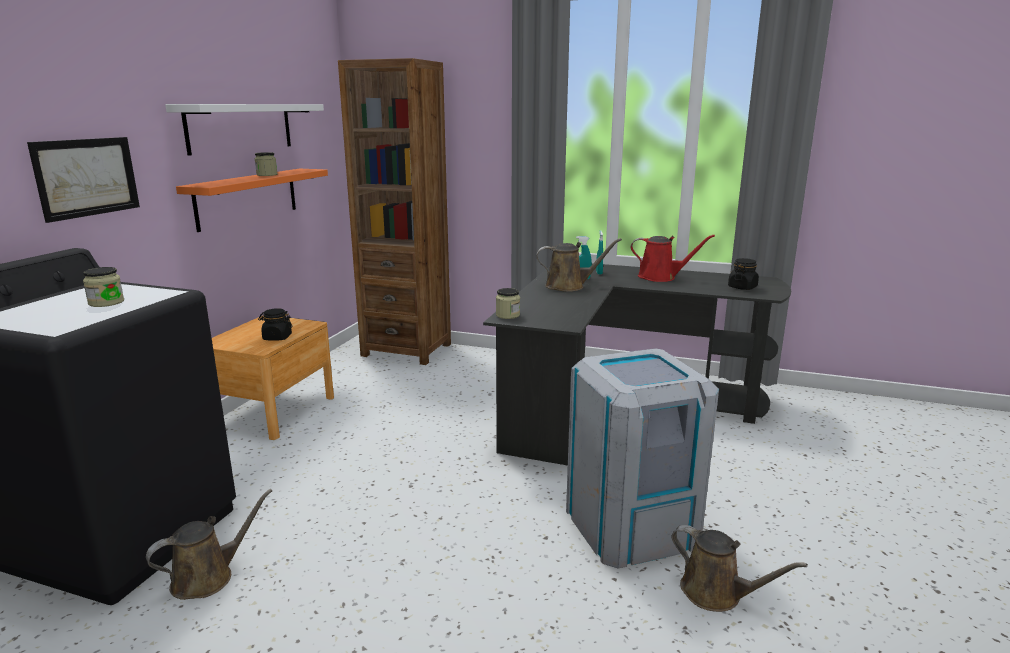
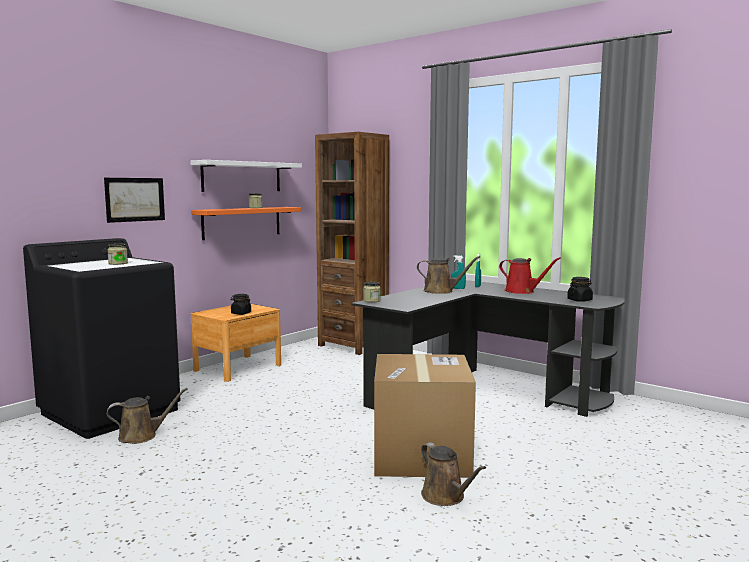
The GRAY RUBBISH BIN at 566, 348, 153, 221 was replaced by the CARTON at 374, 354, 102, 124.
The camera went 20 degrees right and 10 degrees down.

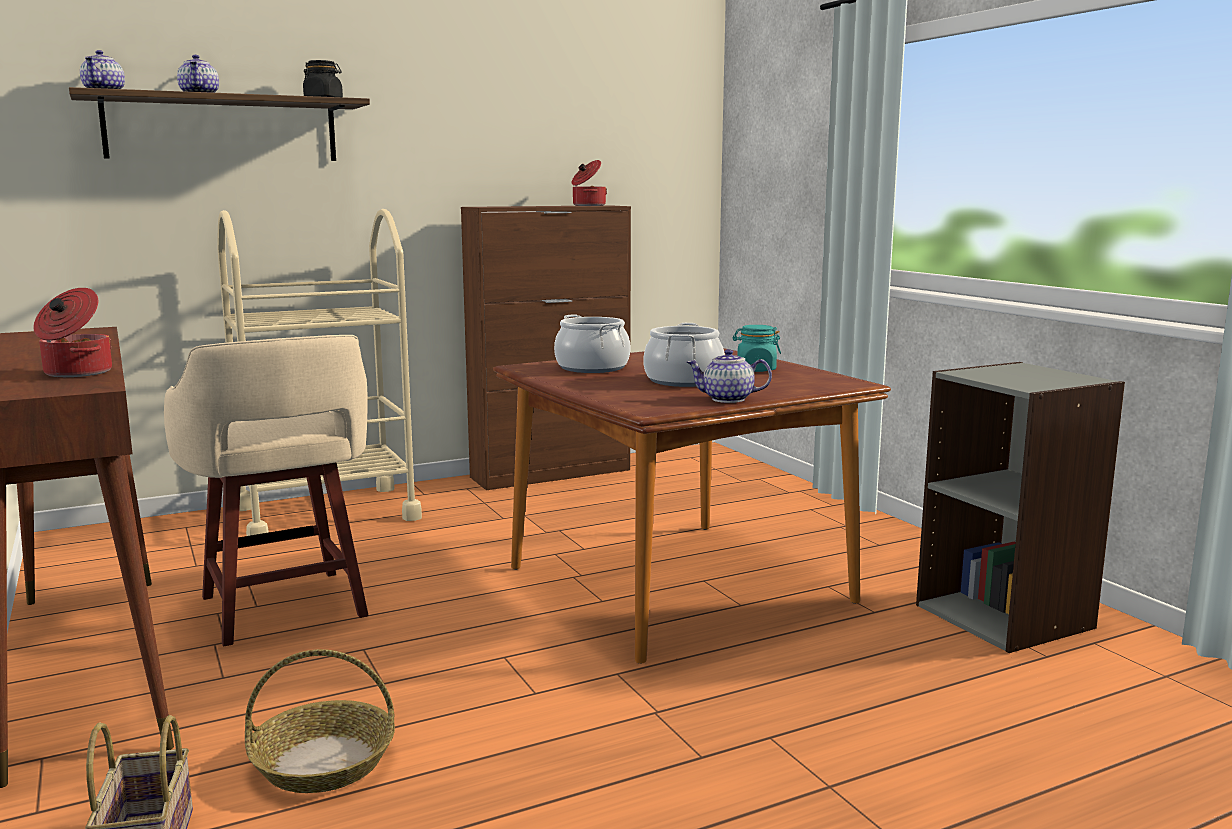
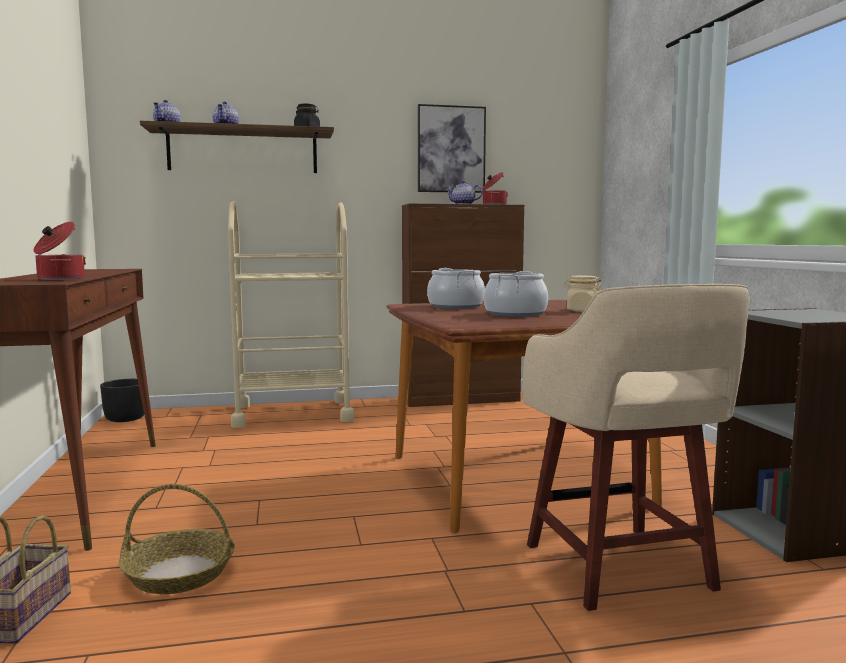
The BLACK PLANTER at 100, 379, 44, 43 appeared.
The PICTURE at 418, 104, 68, 89 appeared.
The BEIGE STOOL moved from 164, 335, 204, 311 to 522, 284, 228, 327.
The TEAPOT moved from 686, 349, 86, 54 to 445, 181, 37, 23.
The TURQUOISE JAR at 732, 325, 49, 47 became the BEIGE JAR at 563, 276, 39, 36.
The camera went 15 degrees right and 5 degrees down.

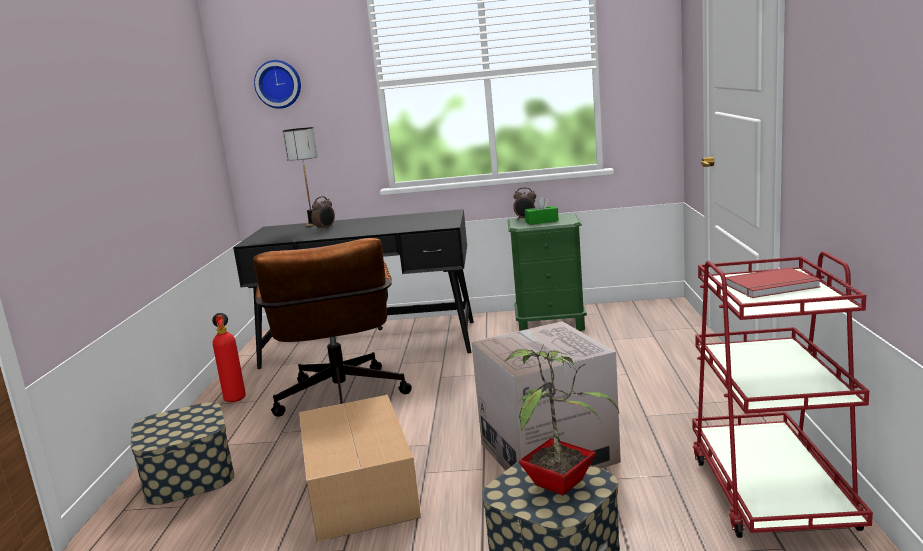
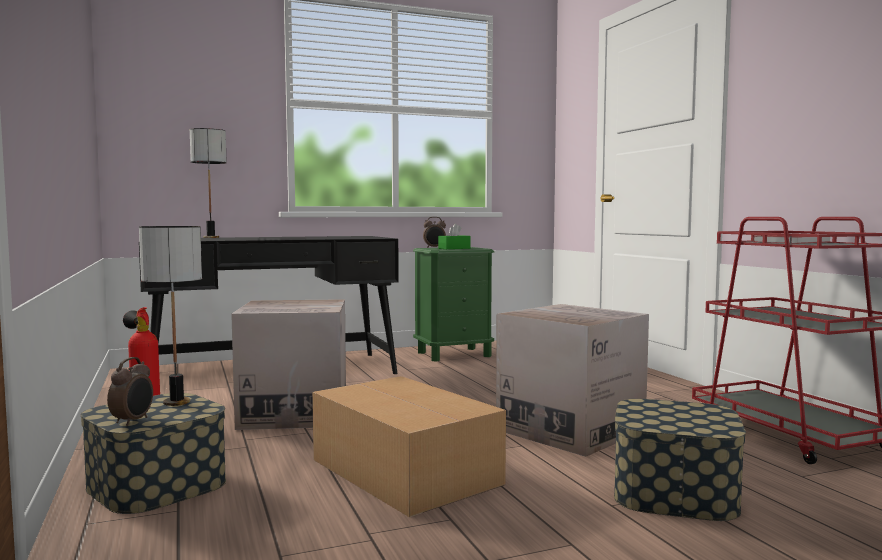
The WALL CLOCK at 254, 60, 47, 49 disappeared.
The PLANT IN A POT at 503, 344, 116, 151 disappeared.
The LAMP FOR A TABLE at 139, 226, 63, 180 appeared.
The ALARM CLOCK moved from 311, 196, 24, 35 to 107, 357, 46, 69.
The BROWNISH COMPUTER CHAIR at 253, 238, 159, 179 was replaced by the CARTON at 231, 299, 115, 131.
The camera went 25 degrees left and 10 degrees down.

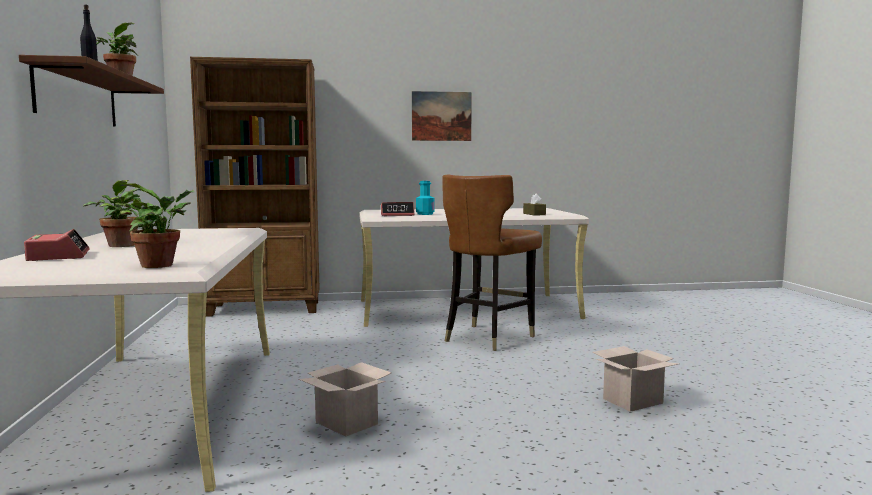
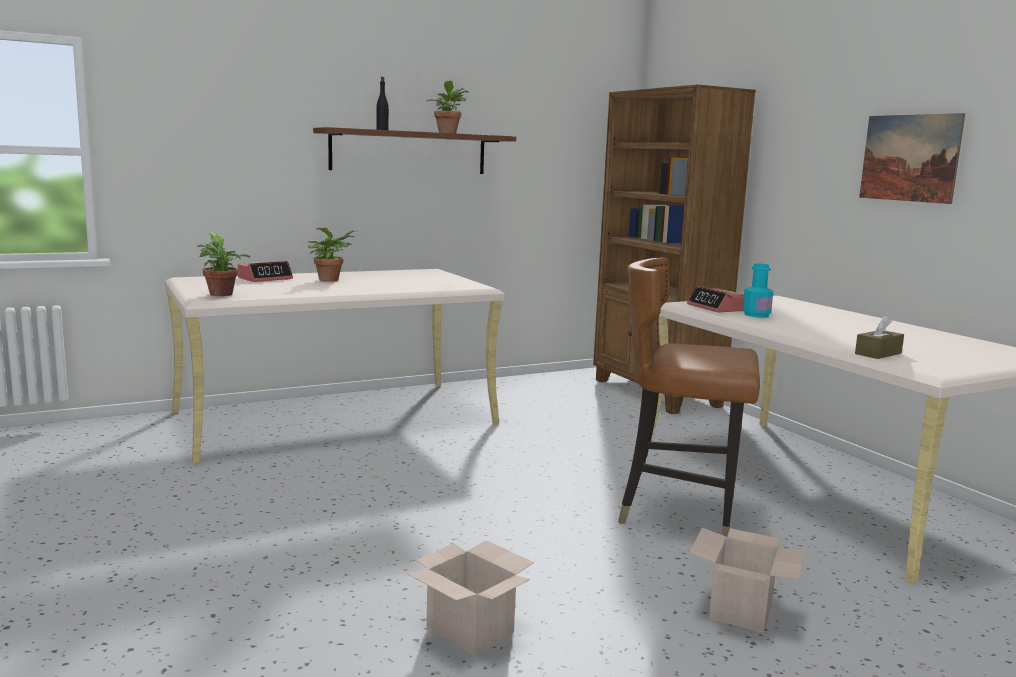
The CARTON moved from 298, 362, 94, 75 to 689, 528, 116, 105.
The camera went 70 degrees right and 5 degrees up.

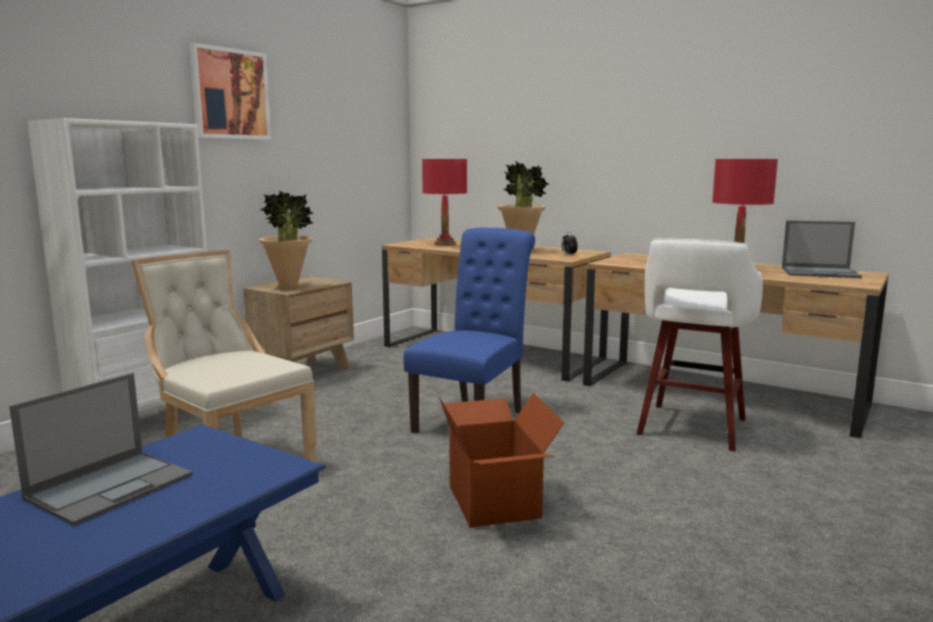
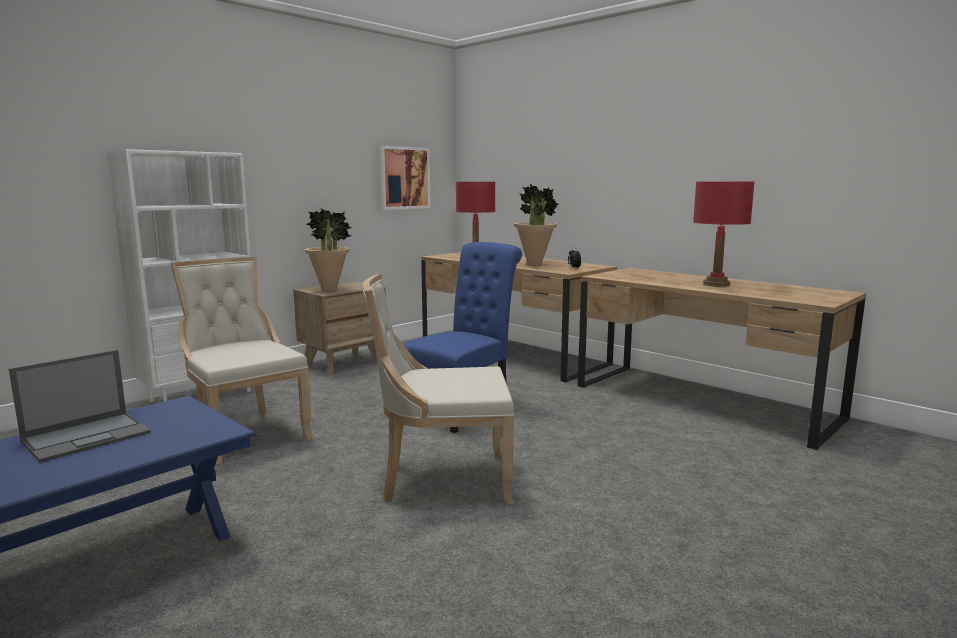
The WHITISH STOOL at 637, 238, 126, 213 disappeared.
The NOTEBOOK COMPUTER at 782, 221, 80, 57 disappeared.
The PICTURE moved from 189, 43, 82, 97 to 379, 146, 52, 64.
The CARTON at 439, 393, 125, 135 was replaced by the BEIGE UPRIGHT CHAIR at 362, 274, 152, 230.
The camera went 10 degrees right and 0 degrees up.

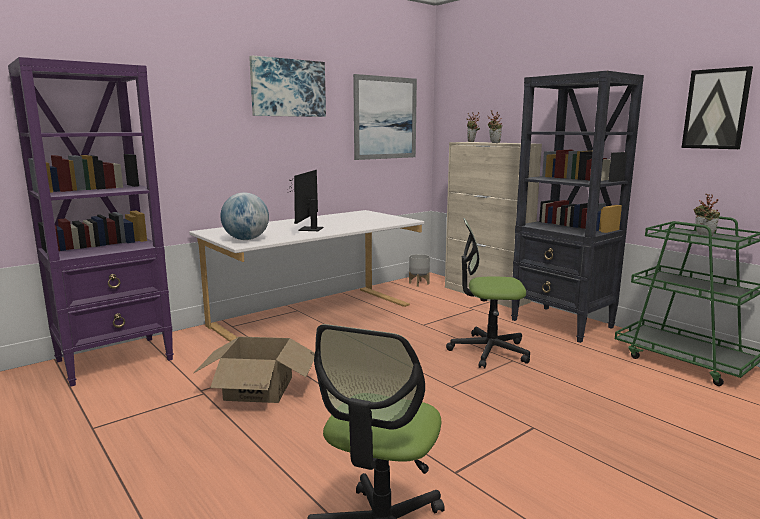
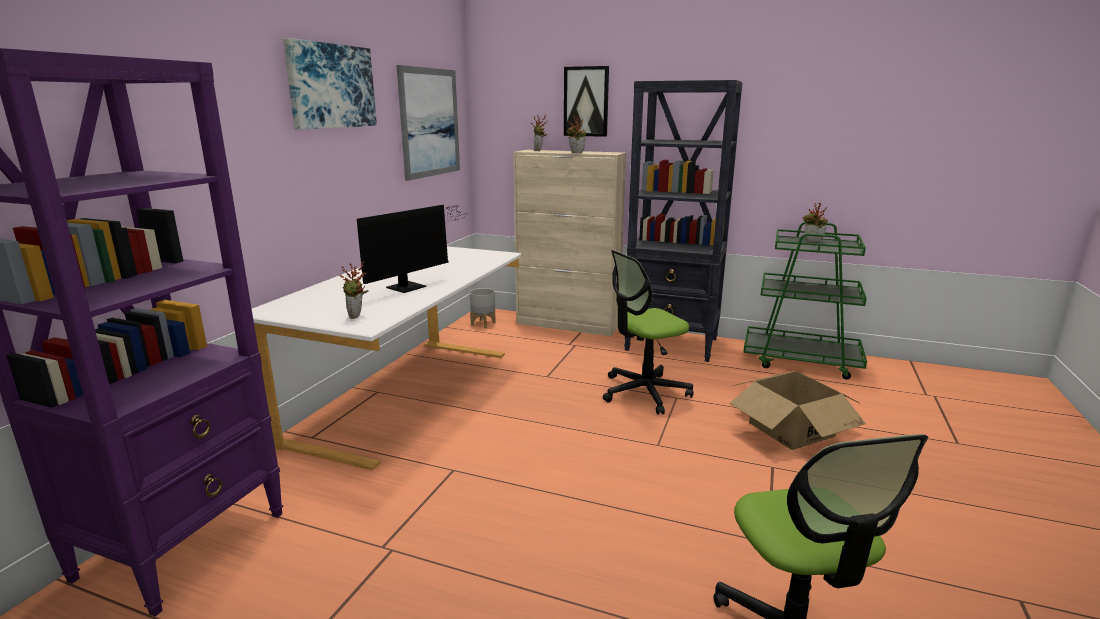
The CARTON moved from 194, 337, 121, 66 to 730, 371, 136, 79.
The PICTURE moved from 682, 66, 71, 83 to 564, 66, 45, 71.
The DESK GLOBE at 220, 193, 49, 47 was replaced by the PLANT IN A POT at 339, 262, 30, 57.
The MONITOR at 287, 170, 37, 61 turned 120 degrees counterclockwise.
The camera went 30 degrees left and 5 degrees up.

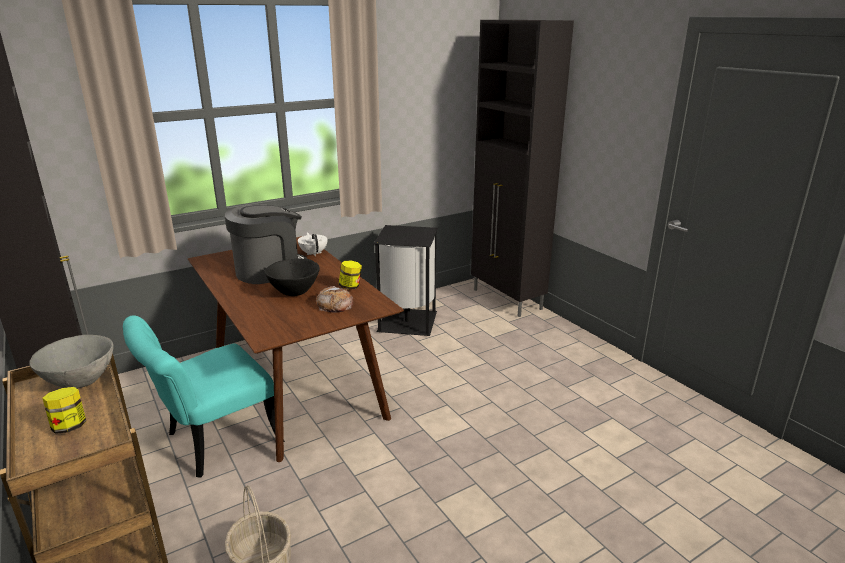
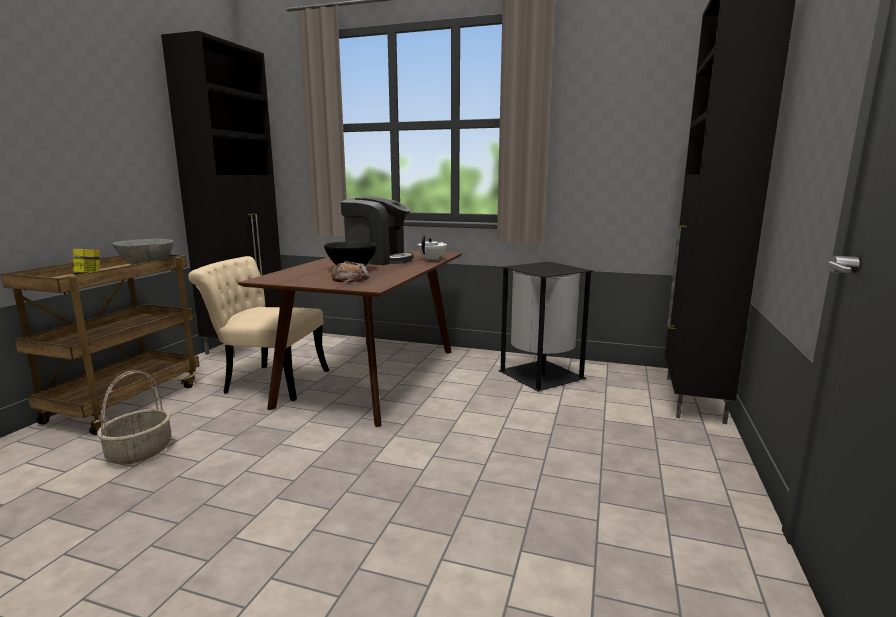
The JAR at 339, 261, 23, 29 disappeared.
The TURQUOISE UPRIGHT CHAIR at 123, 315, 162, 163 became the BEIGE UPRIGHT CHAIR at 188, 256, 141, 145.
The camera went 50 degrees right and 10 degrees down.

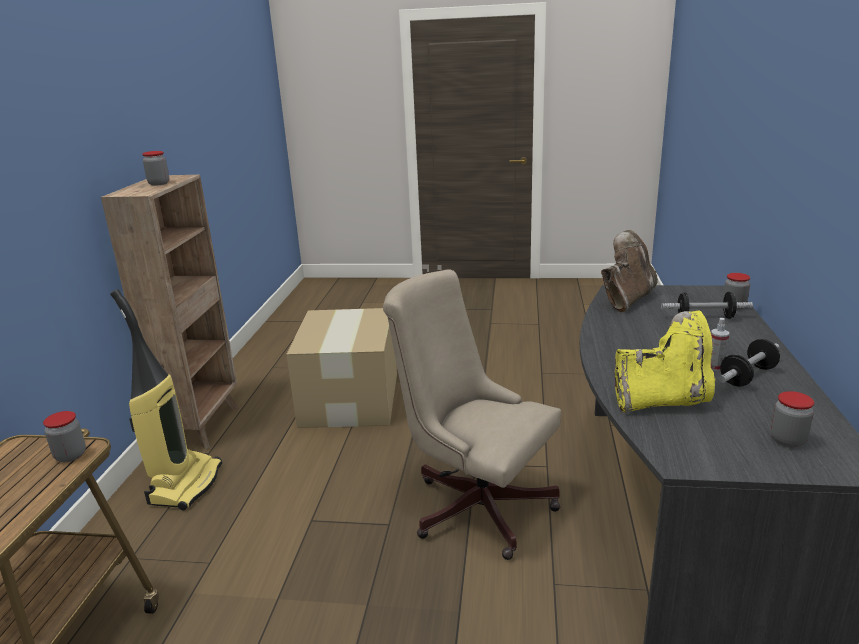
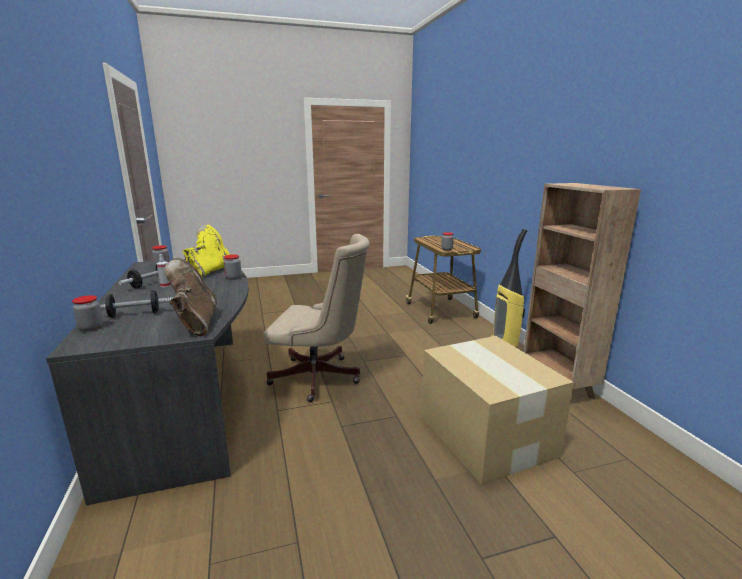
The JAR moved from 142, 151, 27, 35 to 224, 255, 18, 25.
The BROWNISH TALL BOOT at 601, 230, 57, 82 turned 150 degrees clockwise.
The YELLOW-COLOURED TALL BOOT at 615, 311, 100, 102 turned 135 degrees clockwise.
The camera went 155 degrees right and 5 degrees down.

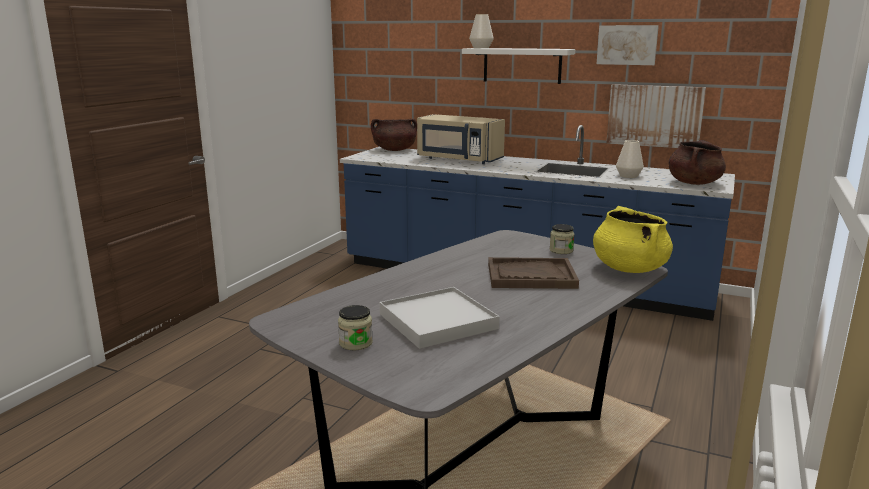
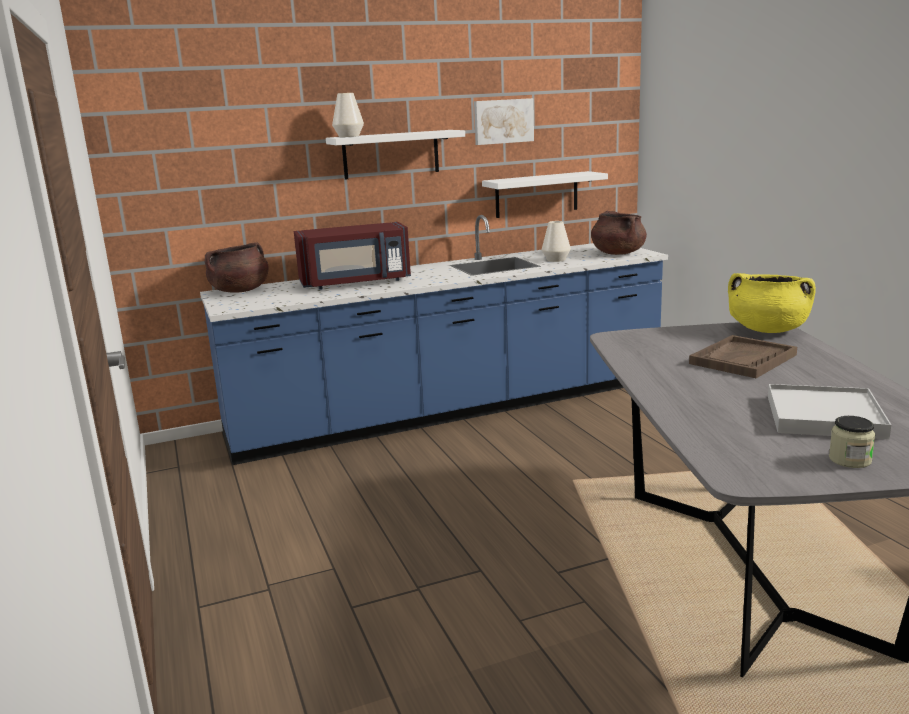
The JAR at 550, 224, 25, 30 disappeared.
The PICTURE at 606, 84, 100, 64 was replaced by the WHITISH SHELF at 482, 171, 126, 47.
The BEIGE MICROWAVE at 417, 114, 88, 50 became the RED MICROWAVE at 294, 222, 117, 67.
The camera went 45 degrees left and 0 degrees up.

